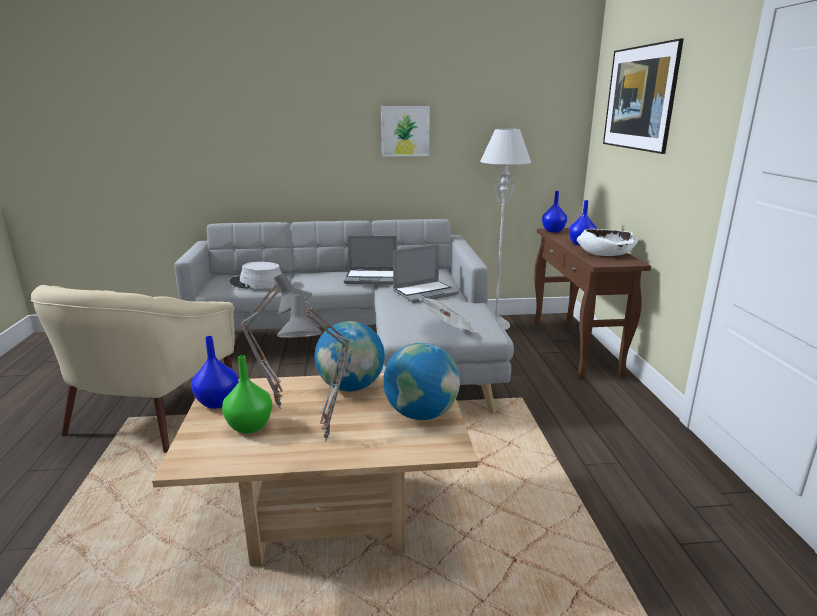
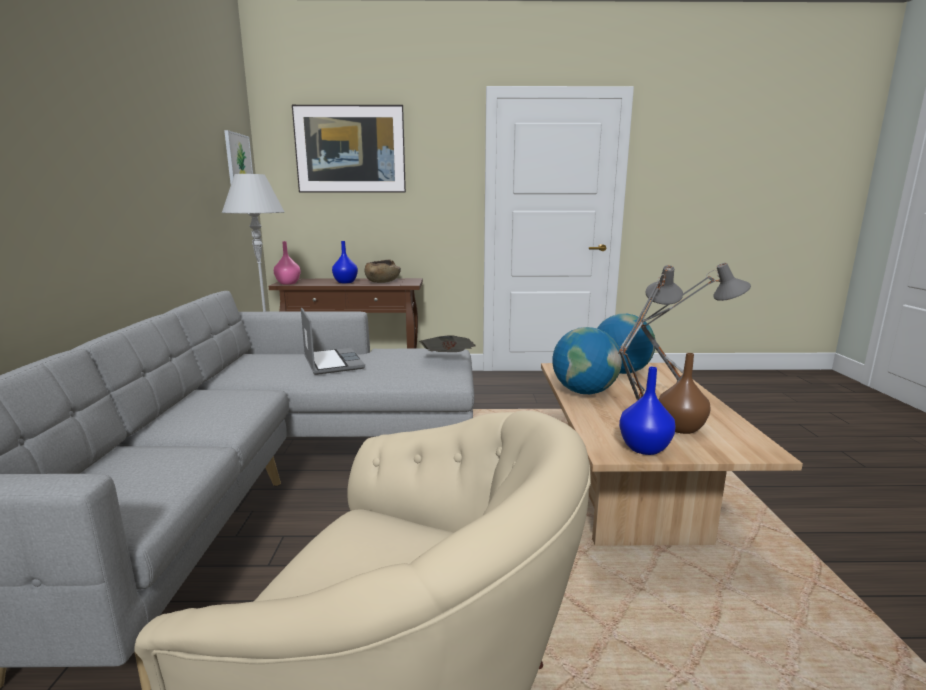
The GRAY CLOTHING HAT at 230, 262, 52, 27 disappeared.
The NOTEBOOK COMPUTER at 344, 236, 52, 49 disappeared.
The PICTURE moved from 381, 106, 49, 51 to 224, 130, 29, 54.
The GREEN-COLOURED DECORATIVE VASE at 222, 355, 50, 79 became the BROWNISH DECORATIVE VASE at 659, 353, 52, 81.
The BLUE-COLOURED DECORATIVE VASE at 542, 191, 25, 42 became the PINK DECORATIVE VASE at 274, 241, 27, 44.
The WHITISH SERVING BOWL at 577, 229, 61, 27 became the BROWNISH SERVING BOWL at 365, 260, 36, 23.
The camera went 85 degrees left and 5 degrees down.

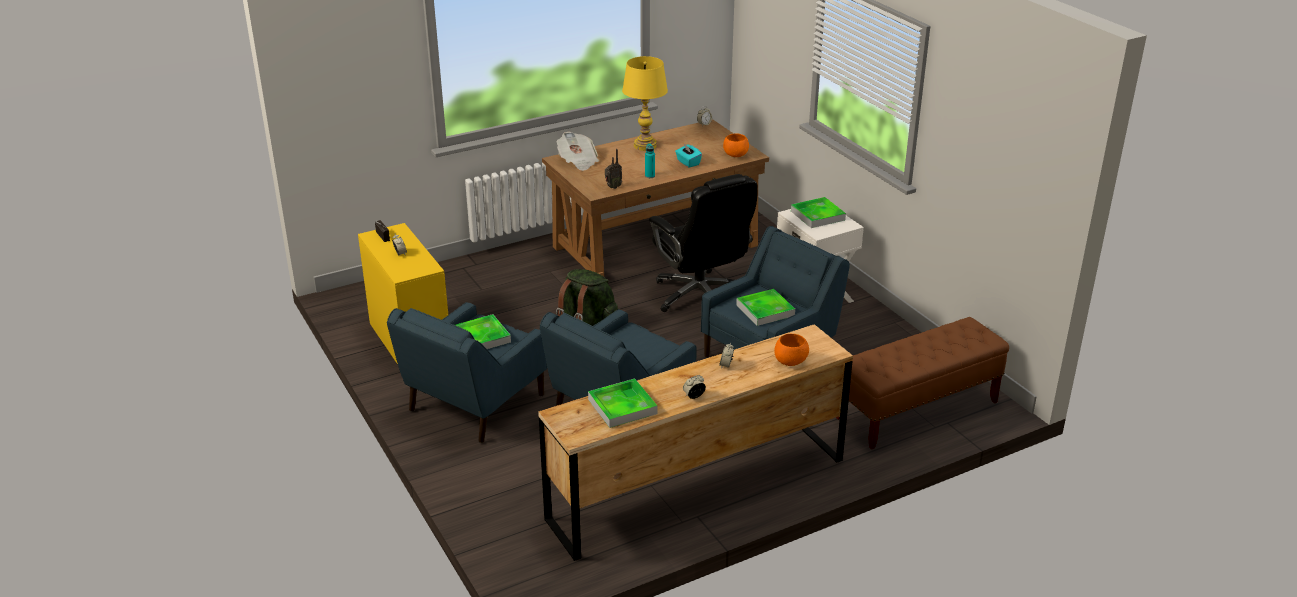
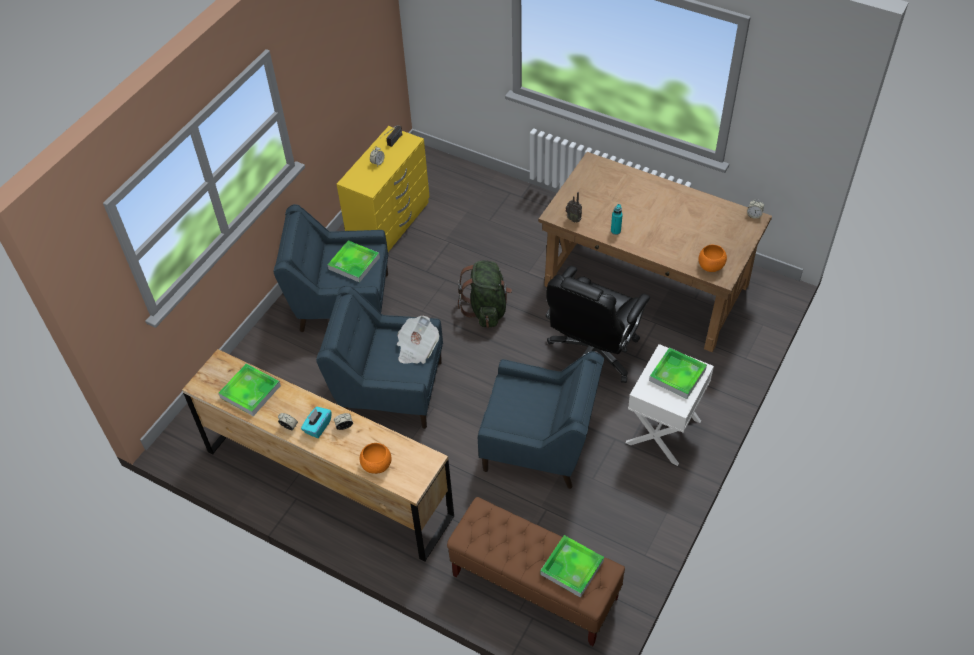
The YELLOW-COLOURED LAMP FOR A TABLE at 622, 56, 46, 95 disappeared.
The NEWSPAPER moved from 557, 132, 42, 39 to 397, 315, 42, 49.
The TURQUOISE TISSUE HOLDER moved from 675, 144, 27, 24 to 301, 407, 31, 31.
The CARRYING TRAY moved from 736, 289, 59, 37 to 540, 535, 64, 63.
The camera went 60 degrees right and 20 degrees up.

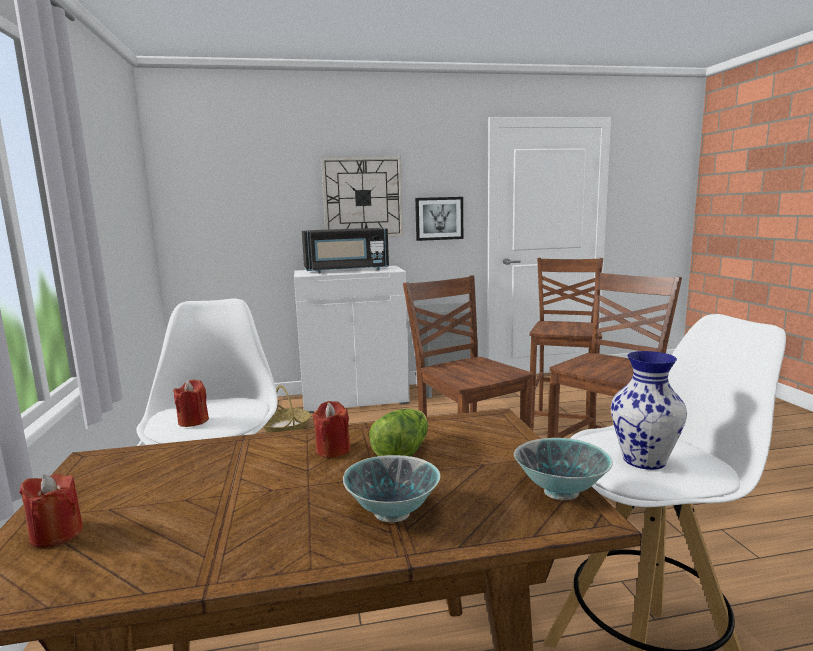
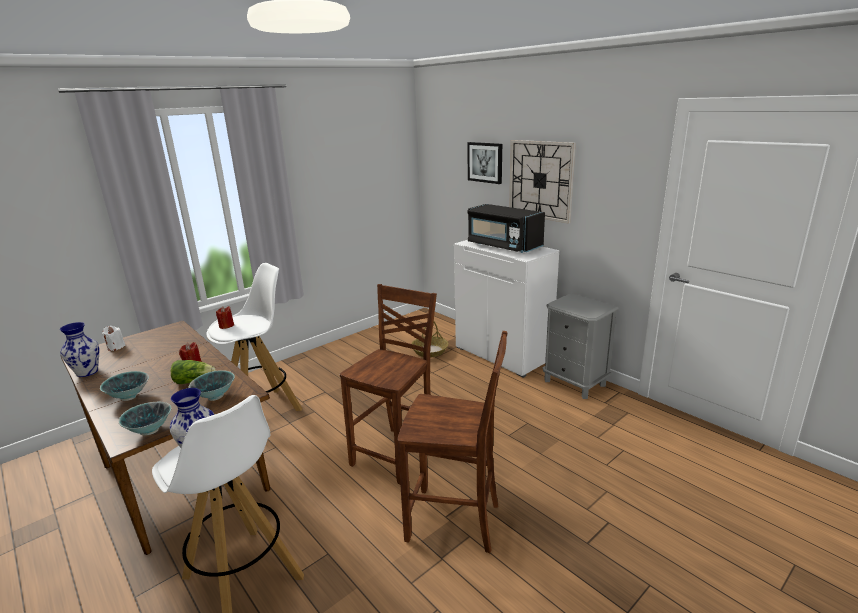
The BROWNISH UPRIGHT CHAIR at 529, 258, 74, 172 disappeared.
The DECORATIVE VASE at 60, 322, 39, 55 appeared.
The SERVING BOWL at 188, 370, 47, 31 appeared.
The PICTURE moved from 415, 197, 48, 44 to 467, 142, 35, 42.
The RED WAX CANDLE at 19, 474, 64, 74 became the WHITISH WAX CANDLE at 102, 326, 23, 25.
The camera went 60 degrees right and 10 degrees up.

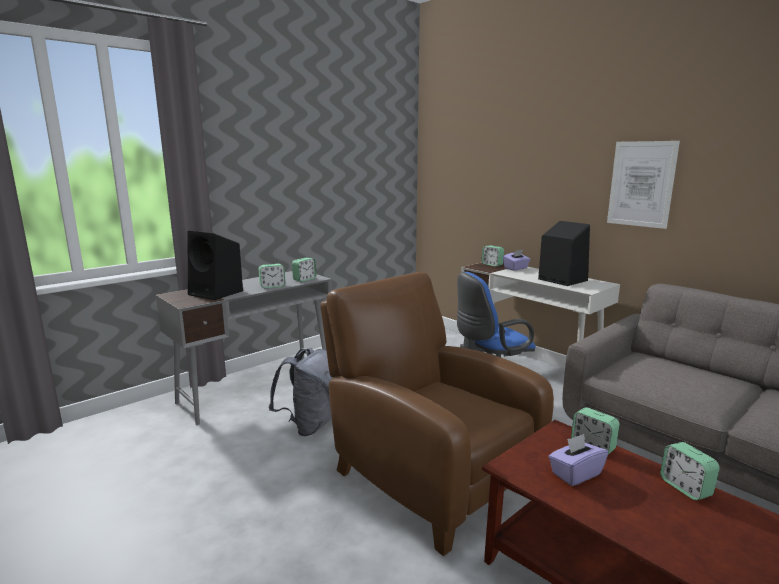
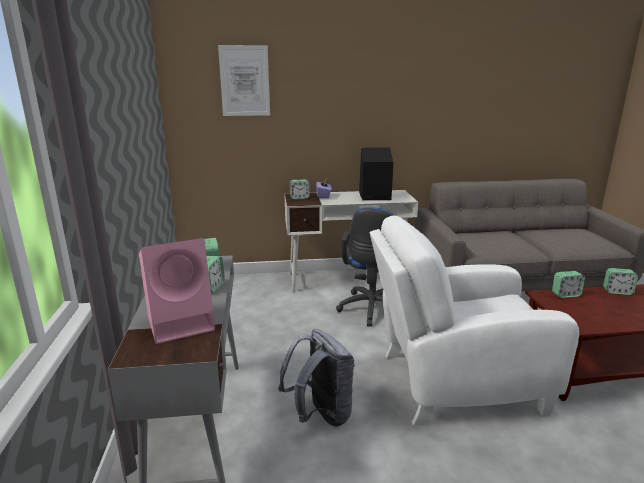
The PURPLE TISSUE HOLDER at 548, 434, 60, 52 disappeared.
The PICTURE moved from 607, 141, 73, 88 to 218, 45, 52, 71.
The BLACK LOUDSPEAKER at 188, 231, 55, 69 became the PINK LOUDSPEAKER at 139, 238, 76, 106.
The BROWNISH ARMCHAIR at 320, 272, 234, 284 became the WHITISH ARMCHAIR at 370, 216, 209, 210.
The camera went 55 degrees left and 5 degrees up.

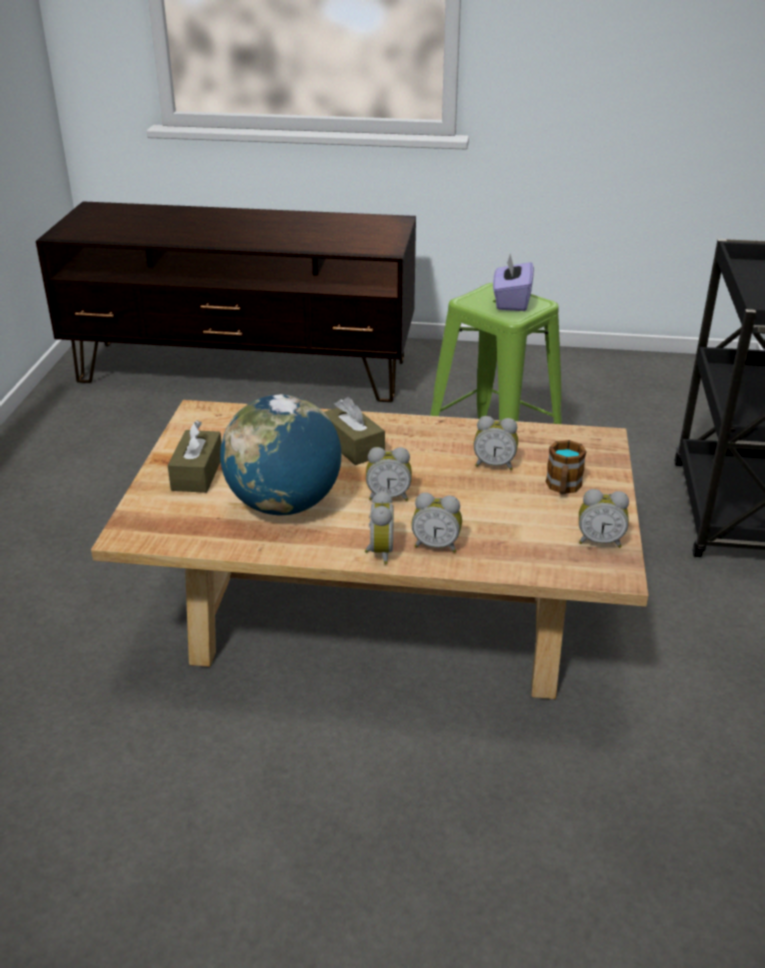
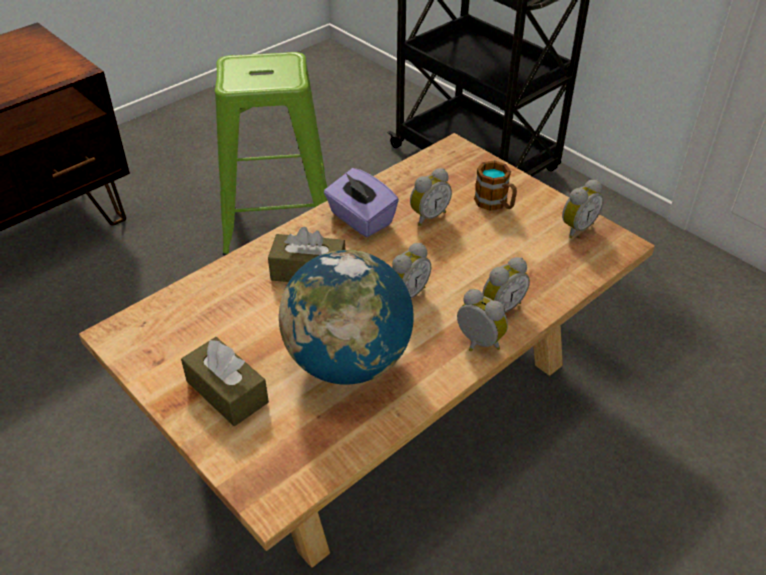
The PURPLE TISSUE HOLDER moved from 493, 254, 41, 57 to 324, 168, 75, 69.
The camera went 50 degrees left and 10 degrees up.

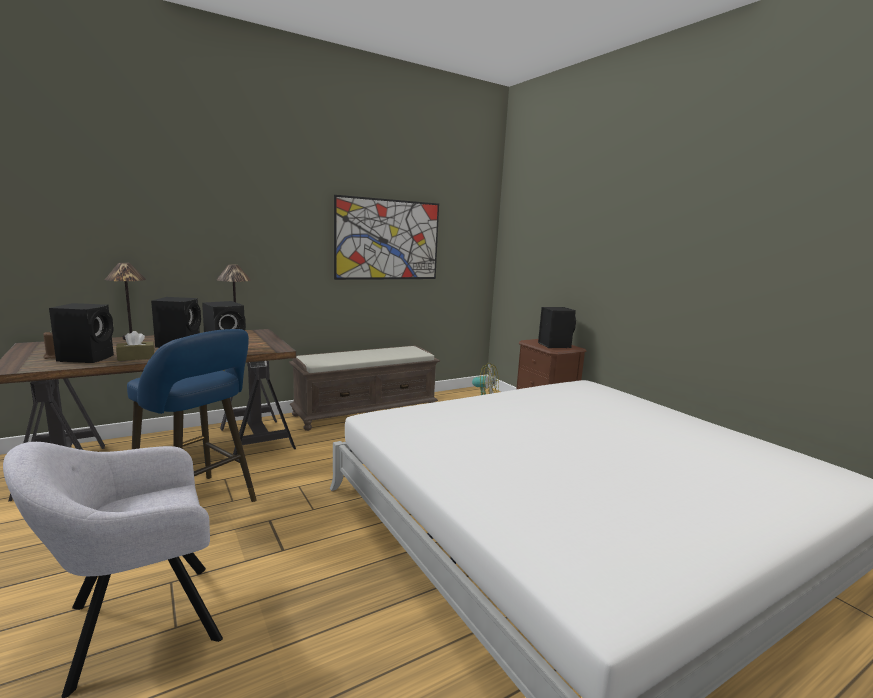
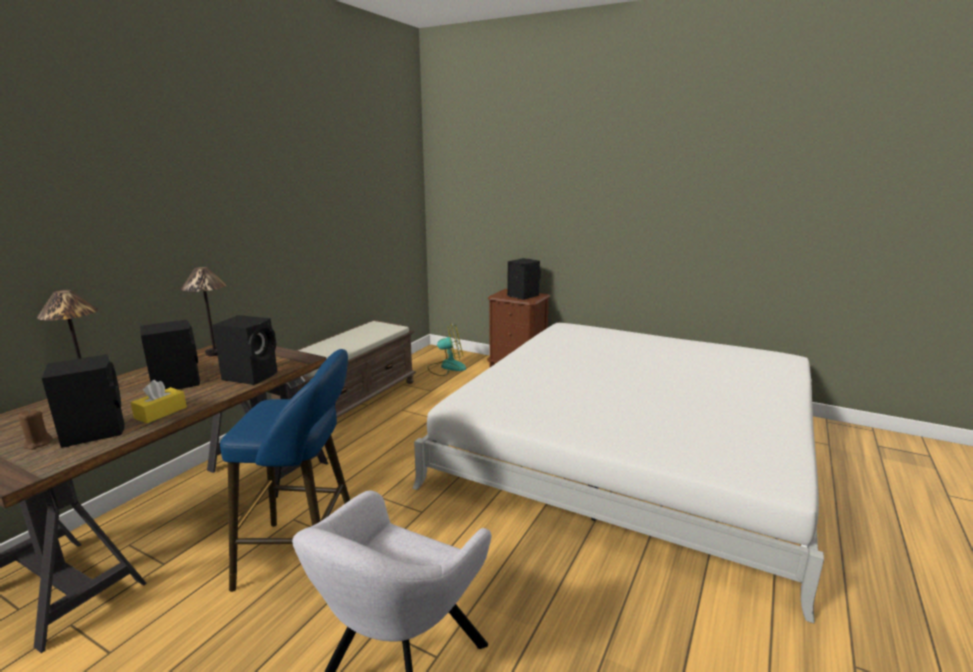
The PICTURE at 334, 195, 105, 85 disappeared.
The BROWNISH TISSUE HOLDER at 116, 331, 39, 30 became the YELLOW-COLOURED TISSUE HOLDER at 131, 380, 56, 43.
The camera went 30 degrees left and 5 degrees up.

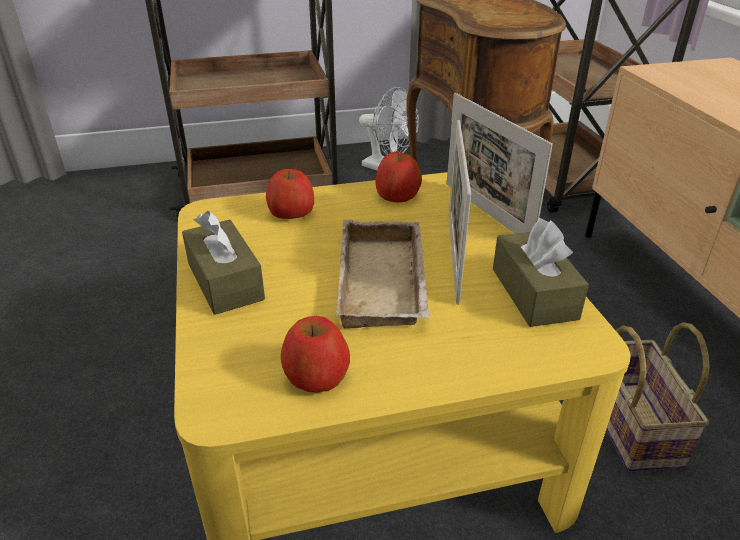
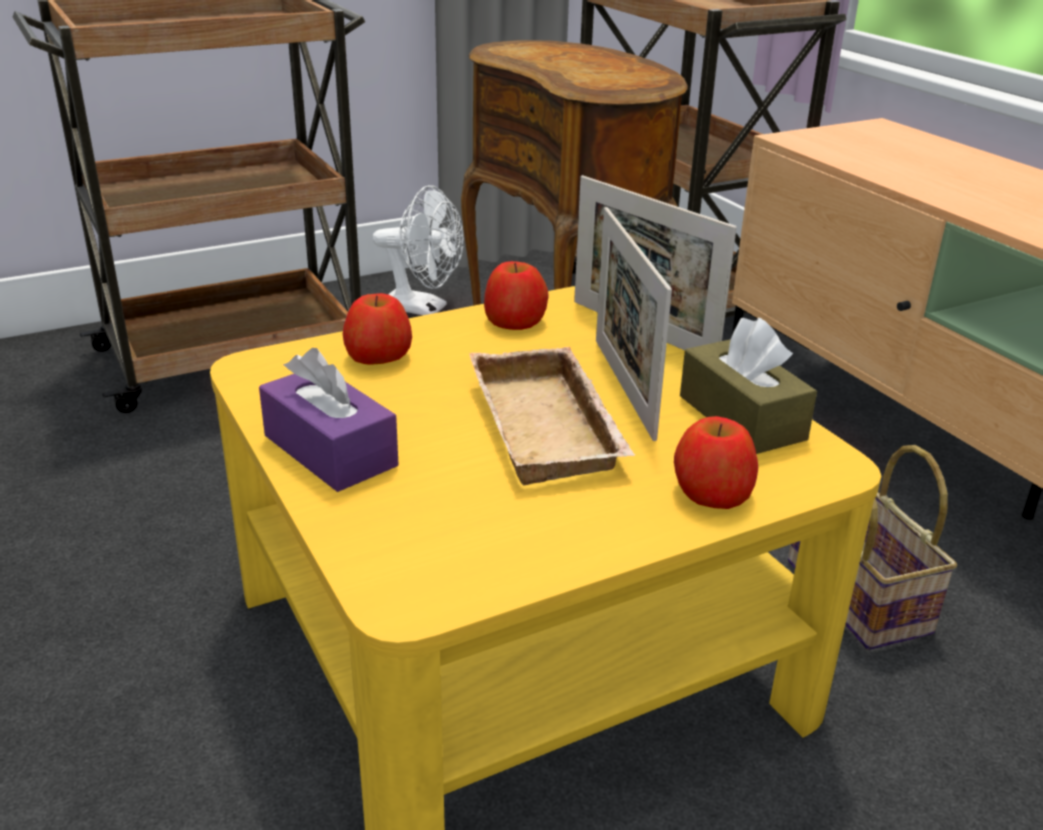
The APPLE moved from 281, 316, 69, 77 to 674, 416, 84, 93.
The BROWNISH TISSUE HOLDER at 182, 211, 83, 104 became the PURPLE TISSUE HOLDER at 259, 348, 139, 144.
The camera went 15 degrees left and 5 degrees down.

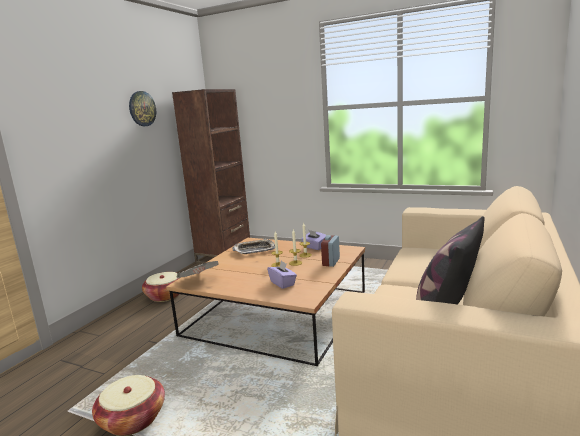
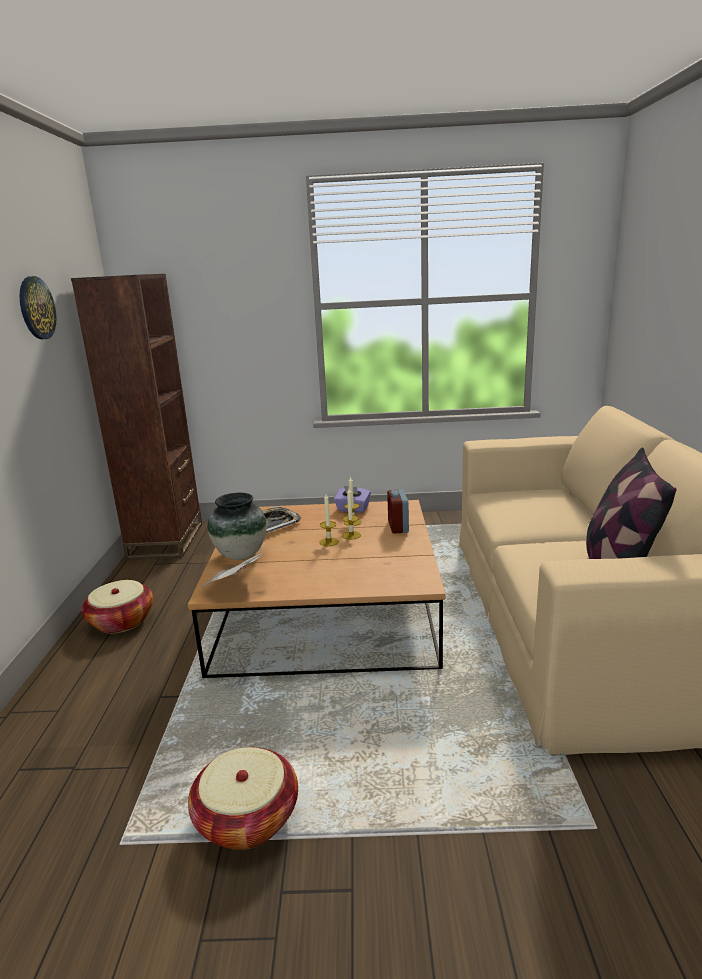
The PURPLE TISSUE HOLDER at 267, 261, 30, 28 disappeared.
The DECORATIVE VASE at 208, 493, 59, 67 appeared.
The camera went 25 degrees left and 5 degrees up.

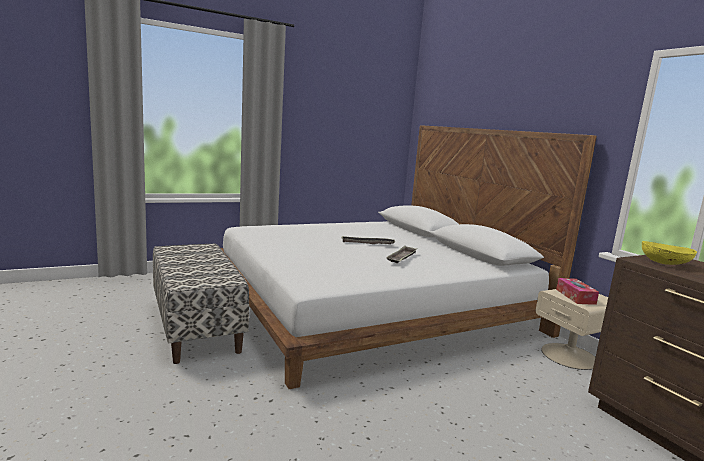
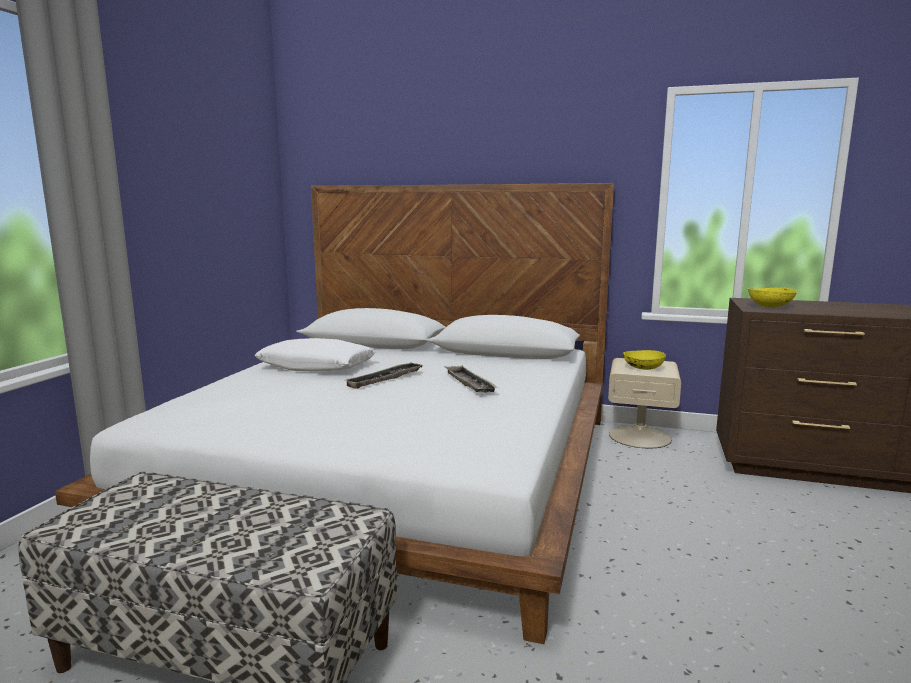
The WHITISH CUSHION at 255, 338, 120, 34 appeared.
The TISSUE HOLDER at 556, 278, 43, 27 was replaced by the YELLOW-COLOURED SERVING BOWL at 623, 350, 43, 20.
The camera went 45 degrees left and 0 degrees up.

